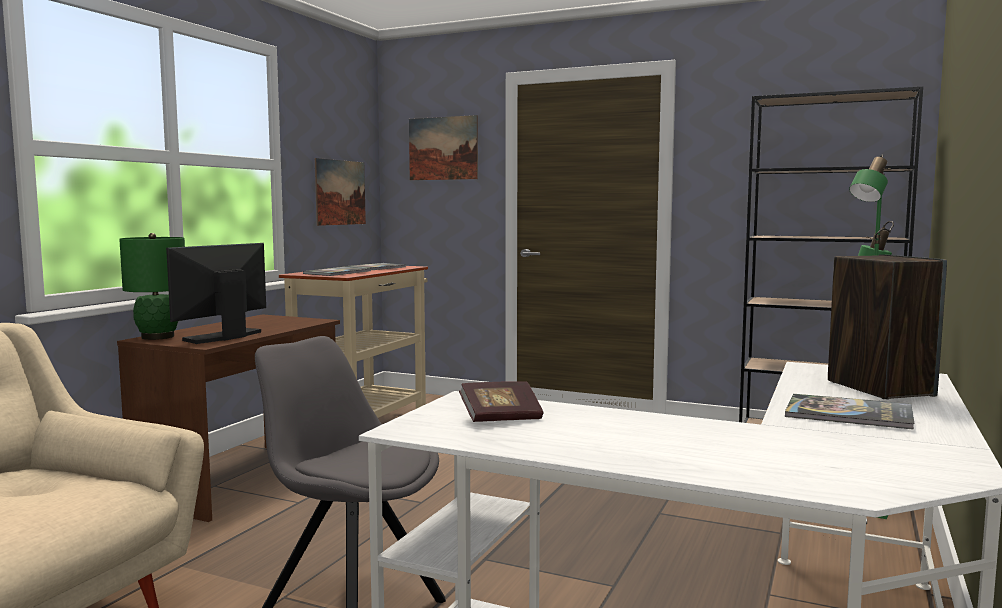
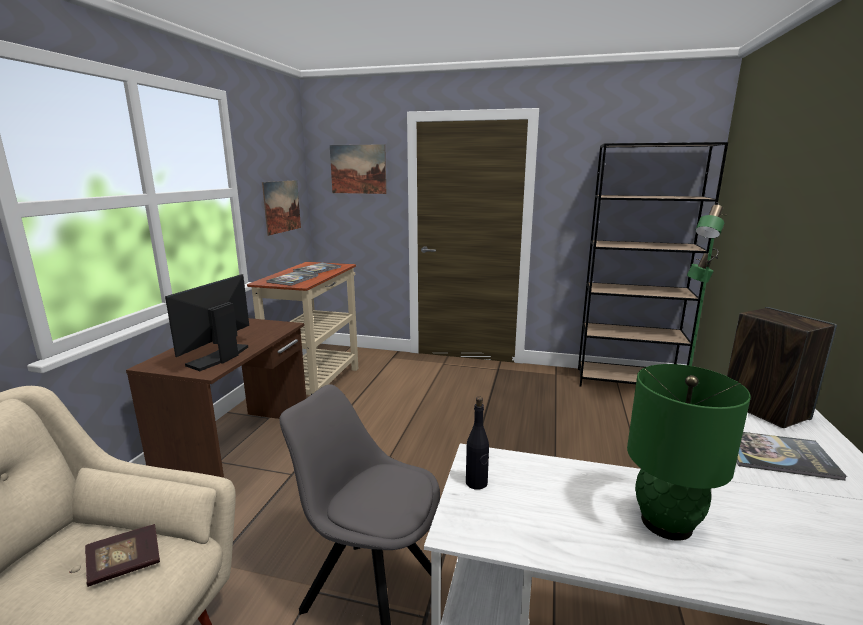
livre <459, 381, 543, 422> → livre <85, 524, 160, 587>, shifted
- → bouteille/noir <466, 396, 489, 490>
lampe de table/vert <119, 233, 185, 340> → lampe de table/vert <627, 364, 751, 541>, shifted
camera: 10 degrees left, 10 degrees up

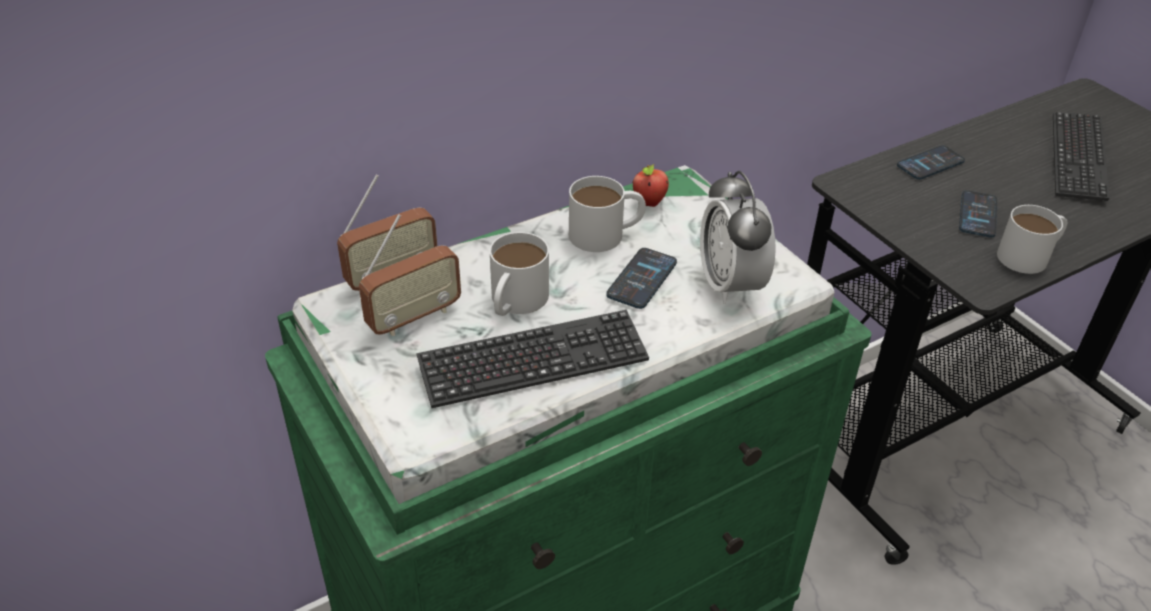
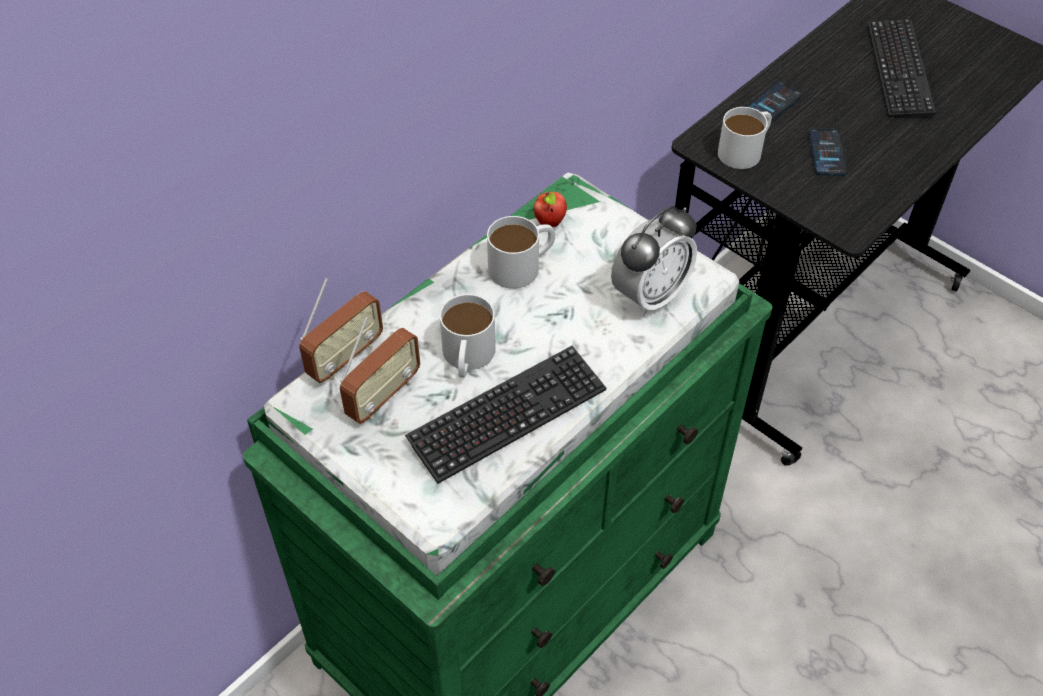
réveil <700, 171, 776, 304> → réveil <611, 206, 697, 316>, 105 degrees counterclockwise
mug/blanc <997, 205, 1067, 274> → mug/blanc <718, 107, 772, 169>, shifted
téléphone <606, 248, 677, 309> → -
camera: 15 degrees left, 10 degrees up

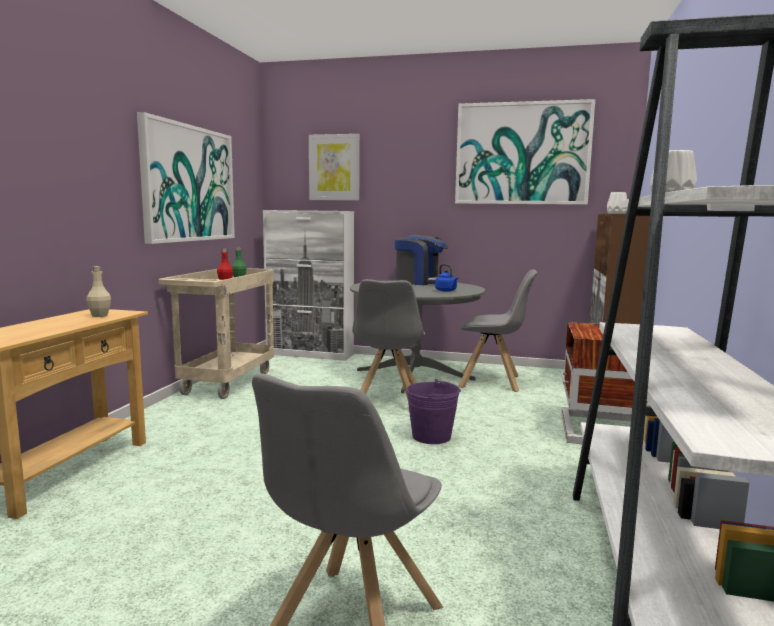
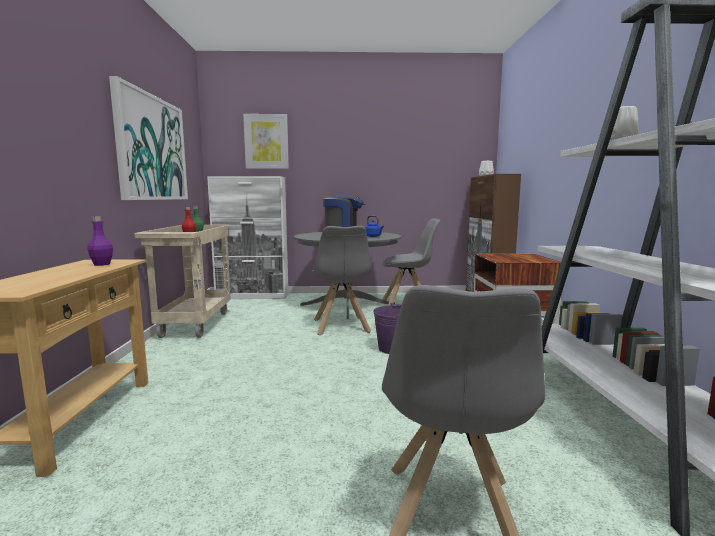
bouteille/beige <86, 266, 111, 317> → bouteille/violet <87, 216, 113, 266>
tableau <455, 99, 595, 205> → -
camera: 15 degrees left, 0 degrees up

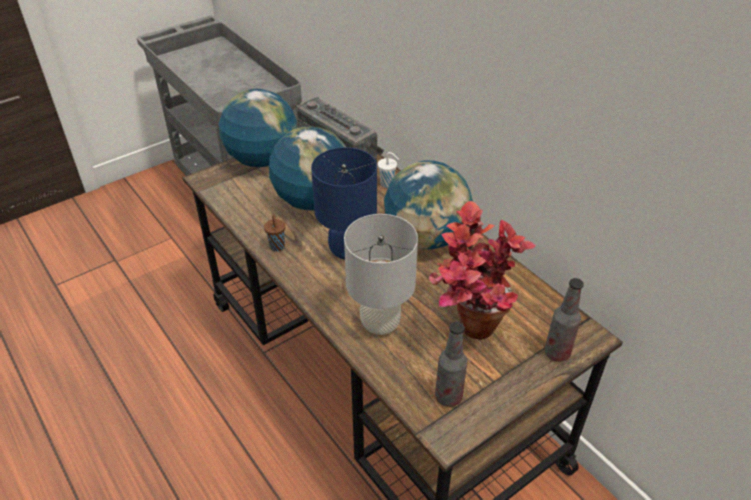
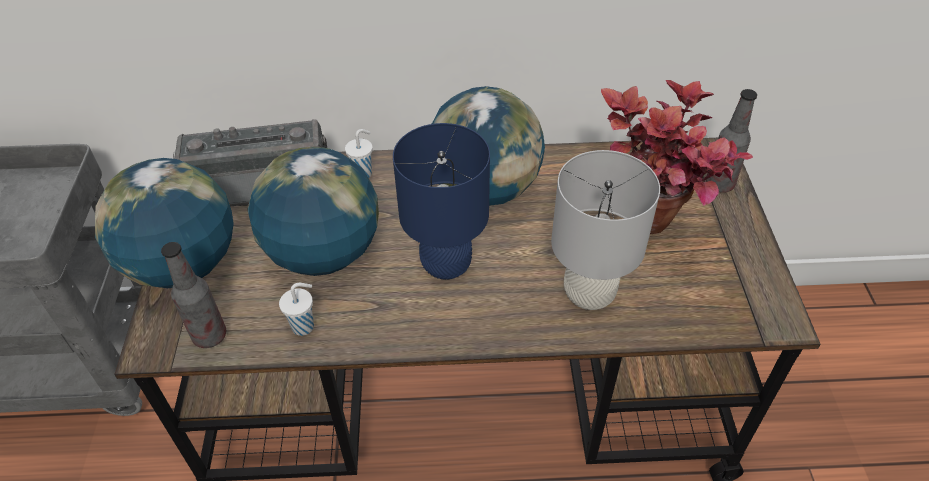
bouteille <435, 322, 467, 407> → bouteille <161, 242, 226, 348>, shifted
- → tasse/blanc <279, 283, 314, 336>
tasse/marron <264, 215, 286, 252> → -
camera: 55 degrees left, 5 degrees up

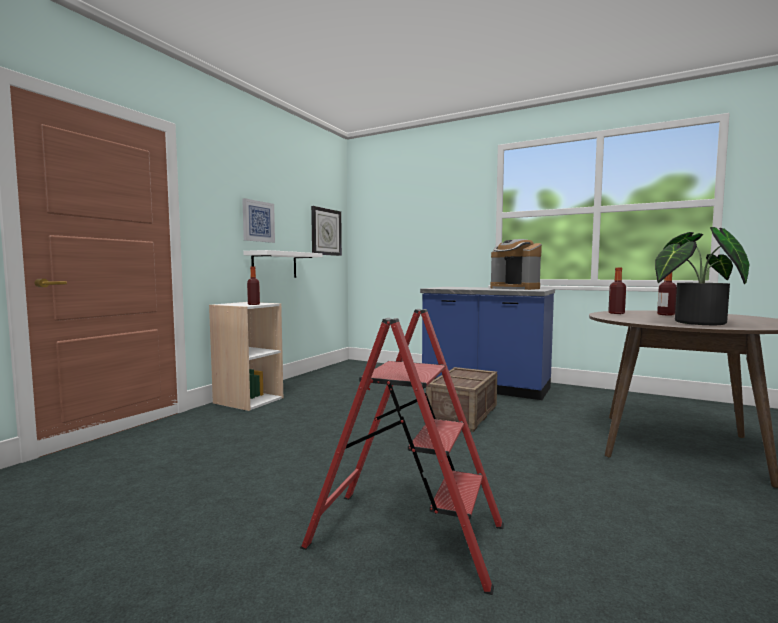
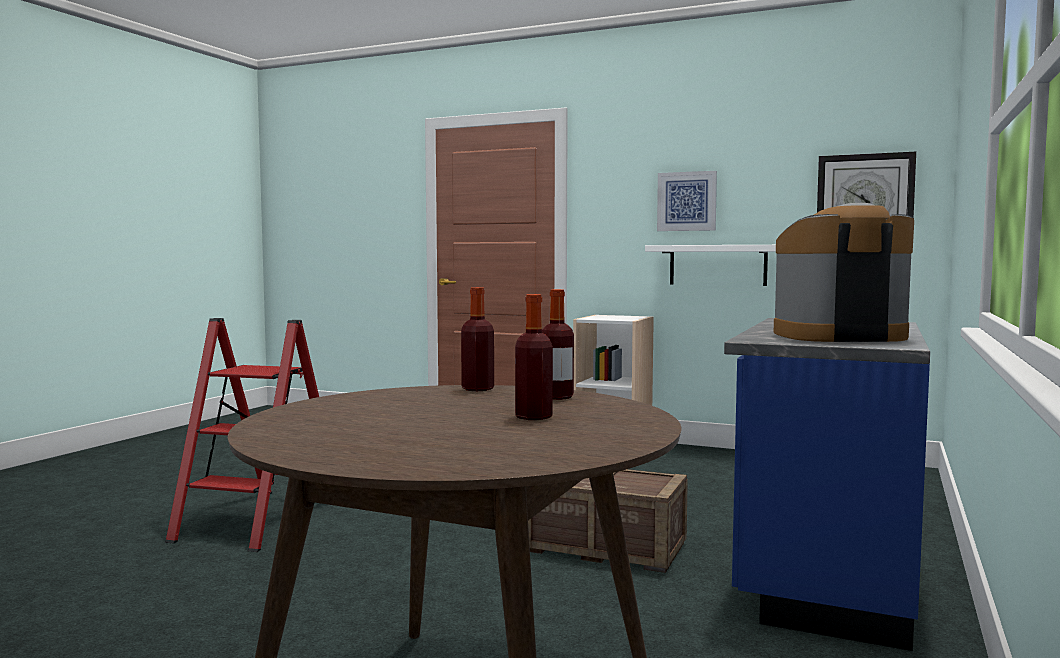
bouteille <247, 266, 260, 305> → bouteille <461, 287, 494, 391>, shifted
machine à café <490, 239, 542, 290> → machine à café <774, 203, 914, 342>, 45 degrees clockwise
plante en pot <655, 227, 749, 325> → -
camera: 85 degrees right, 0 degrees up

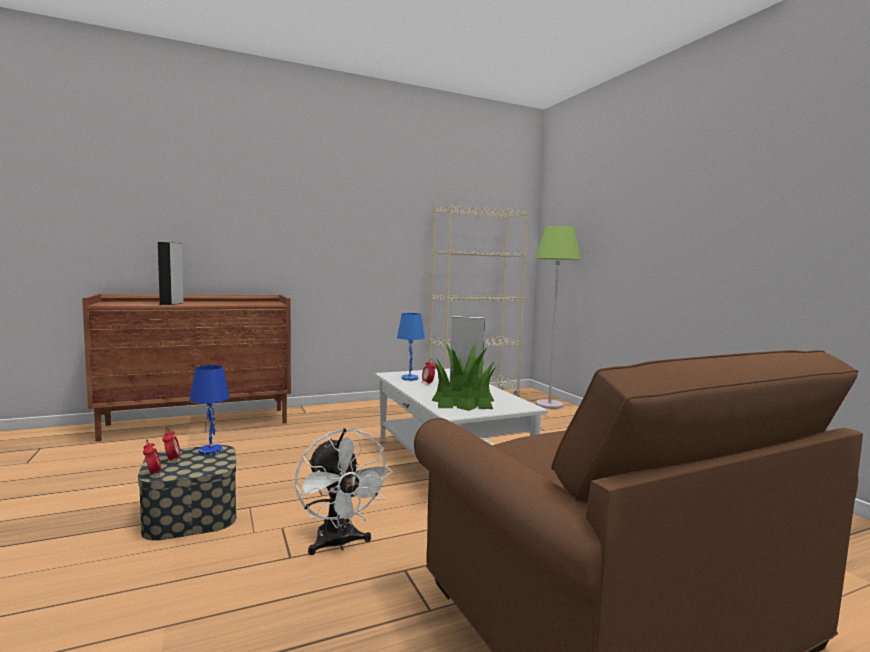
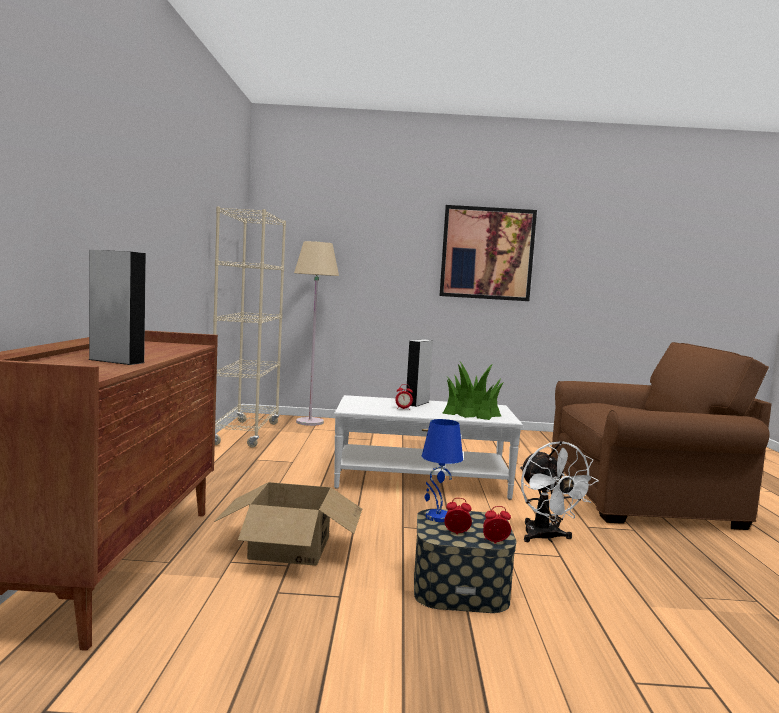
- → carton <214, 482, 362, 566>
lampadaire/vert <535, 226, 581, 409> → lampadaire/beige <294, 241, 339, 426>
- → tableau <439, 205, 537, 301>
ventilateur/blanc <295, 428, 393, 555> → ventilateur/blanc <520, 441, 599, 542>, 75 degrees clockwise
lampe de table/bleu <397, 313, 425, 381> → -
camera: 65 degrees left, 0 degrees up

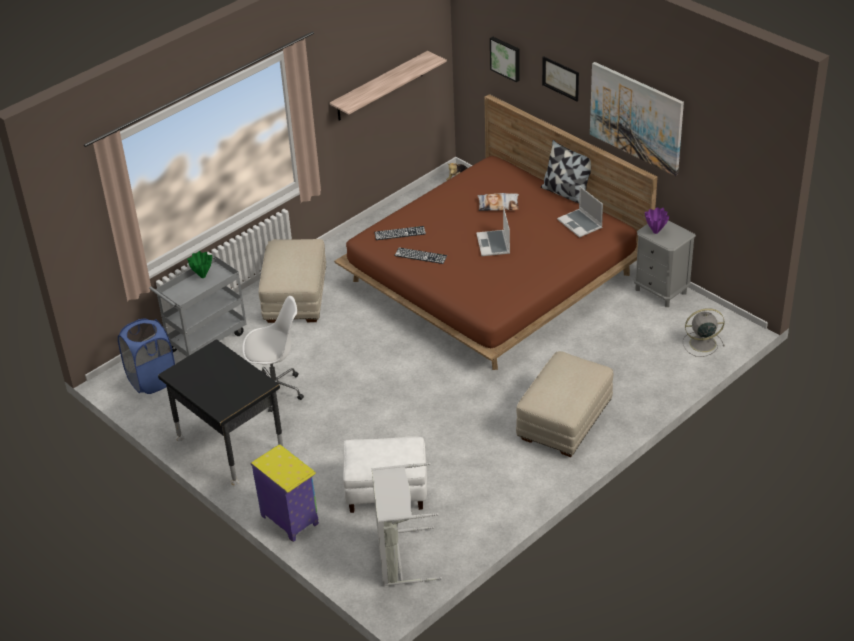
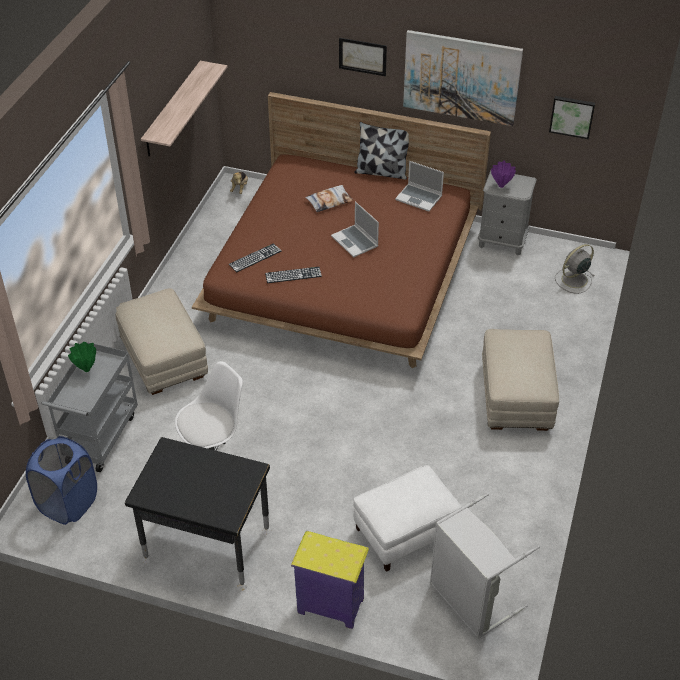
tableau <490, 37, 520, 83> → tableau <549, 96, 595, 139>, shifted
camera: 30 degrees left, 5 degrees up

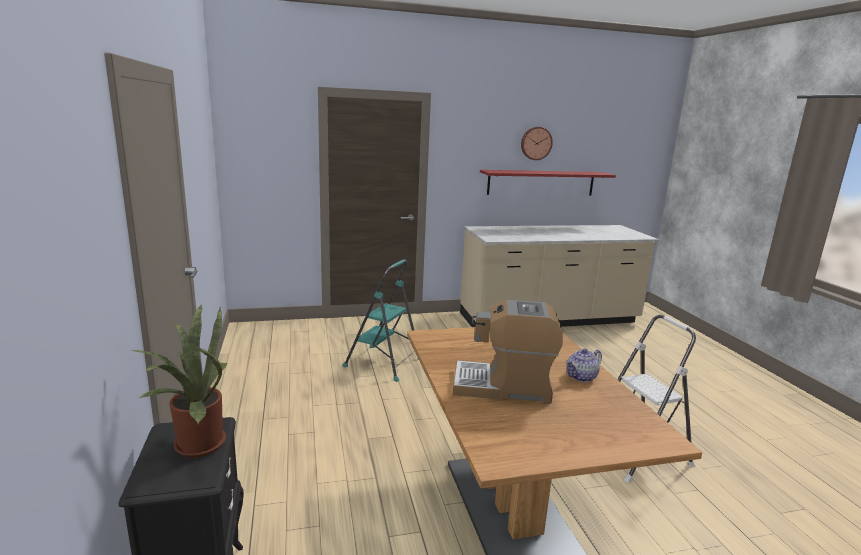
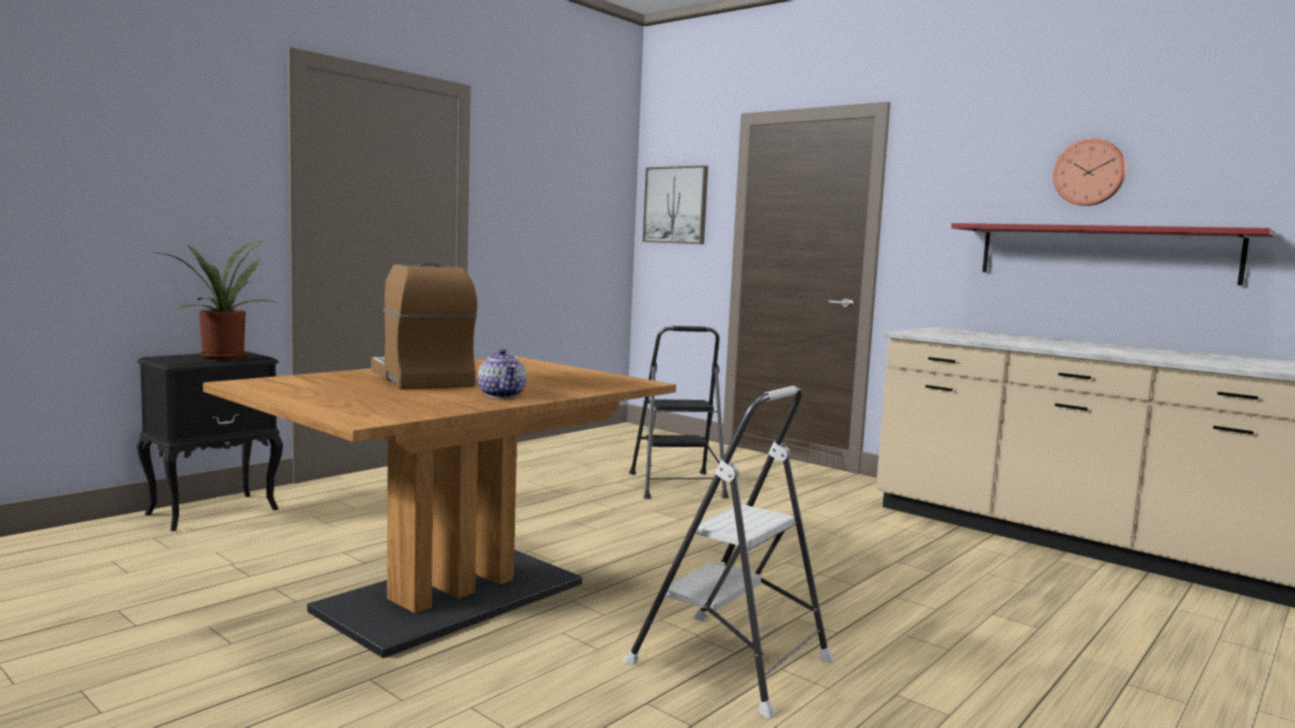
théière <566, 349, 602, 382> → théière <478, 349, 526, 398>, 135 degrees counterclockwise
escabeau/turquoise <342, 259, 419, 382> → escabeau/noir <629, 326, 729, 499>
- → tableau <643, 165, 708, 244>
camera: 55 degrees right, 10 degrees down

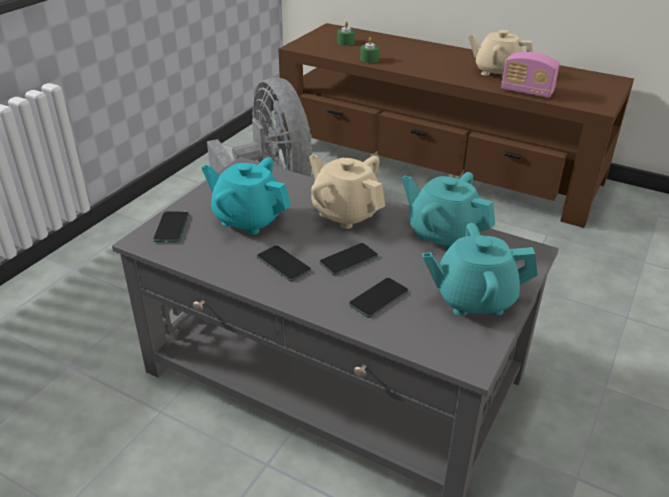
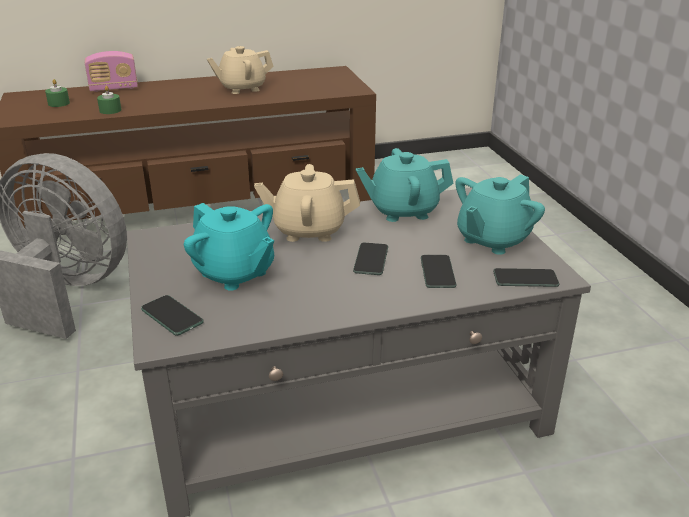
radio <501, 52, 560, 98> → radio <85, 51, 138, 92>, shifted
théière/turquoise <201, 157, 291, 235> → théière/turquoise <184, 203, 274, 291>, 120 degrees counterclockwise
téléphone <257, 246, 311, 281> → téléphone <493, 268, 559, 287>, shifted
camera: 45 degrees left, 5 degrees down

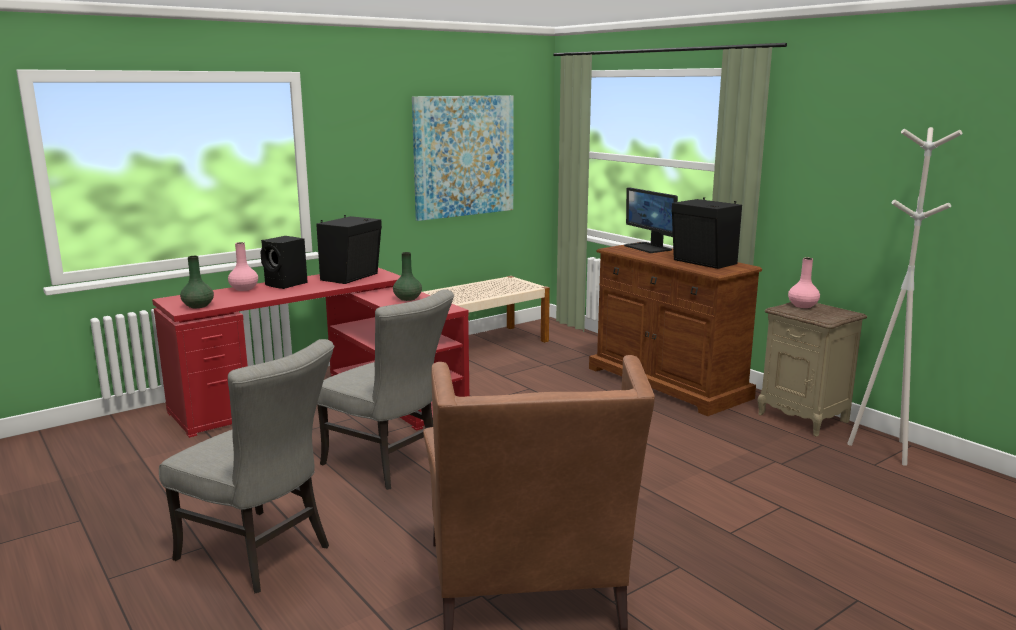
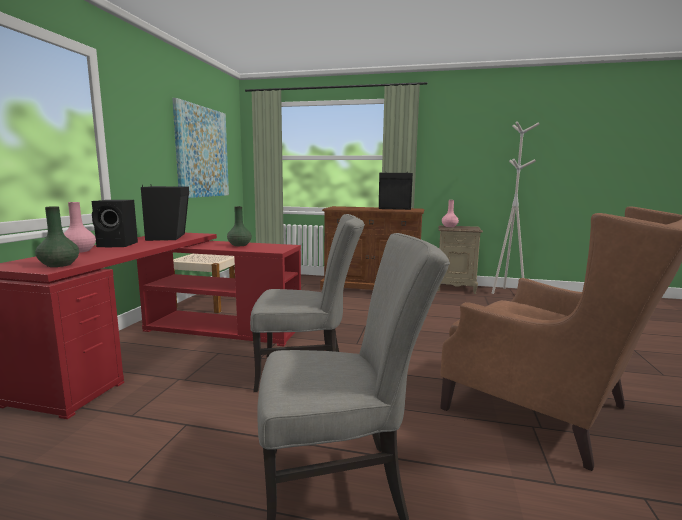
écran d'ordinateur <624, 187, 678, 253> → -
camera: 40 degrees left, 5 degrees down

